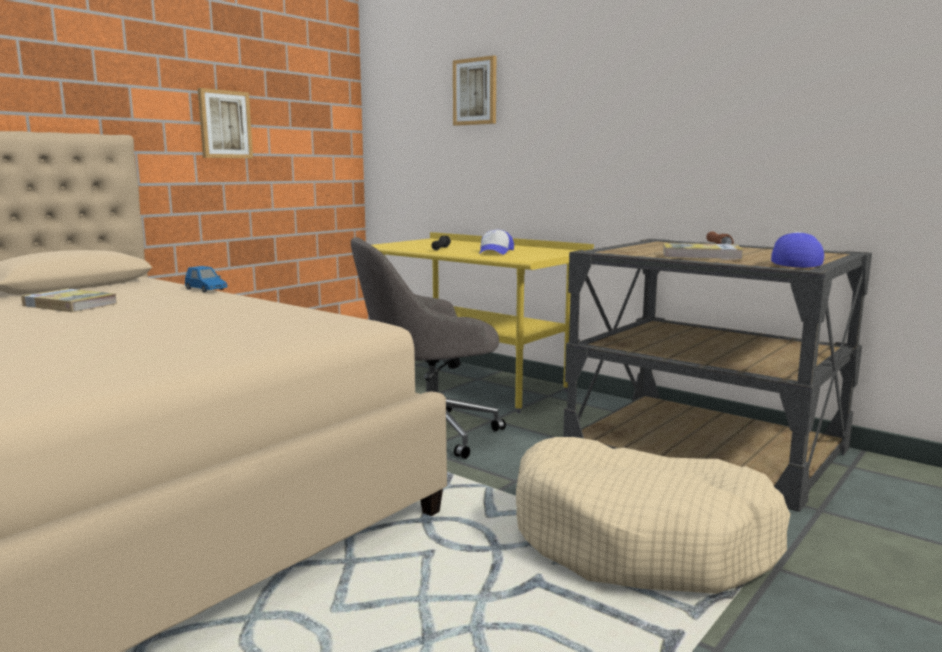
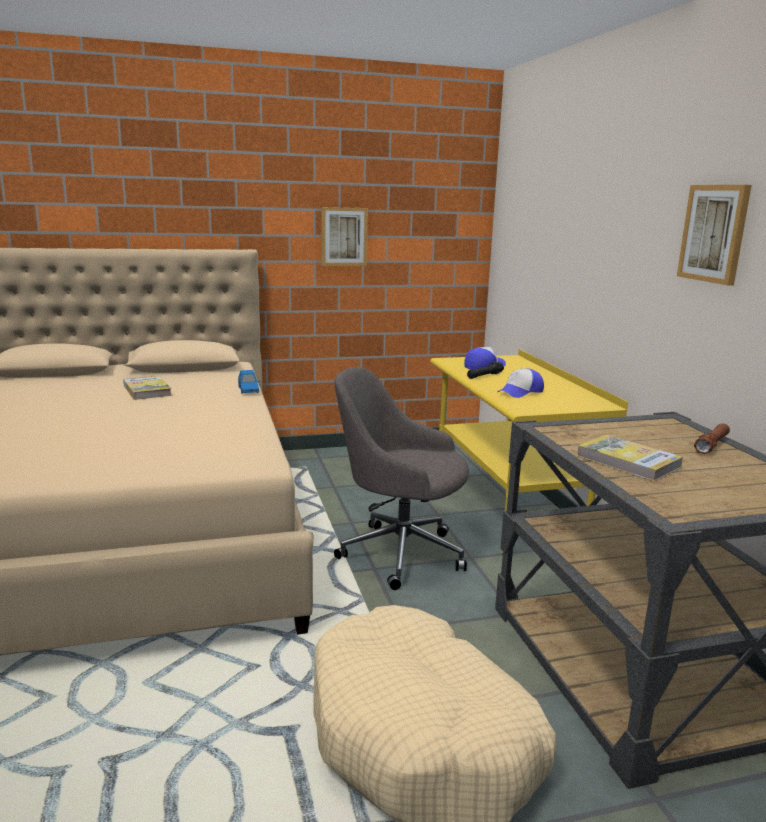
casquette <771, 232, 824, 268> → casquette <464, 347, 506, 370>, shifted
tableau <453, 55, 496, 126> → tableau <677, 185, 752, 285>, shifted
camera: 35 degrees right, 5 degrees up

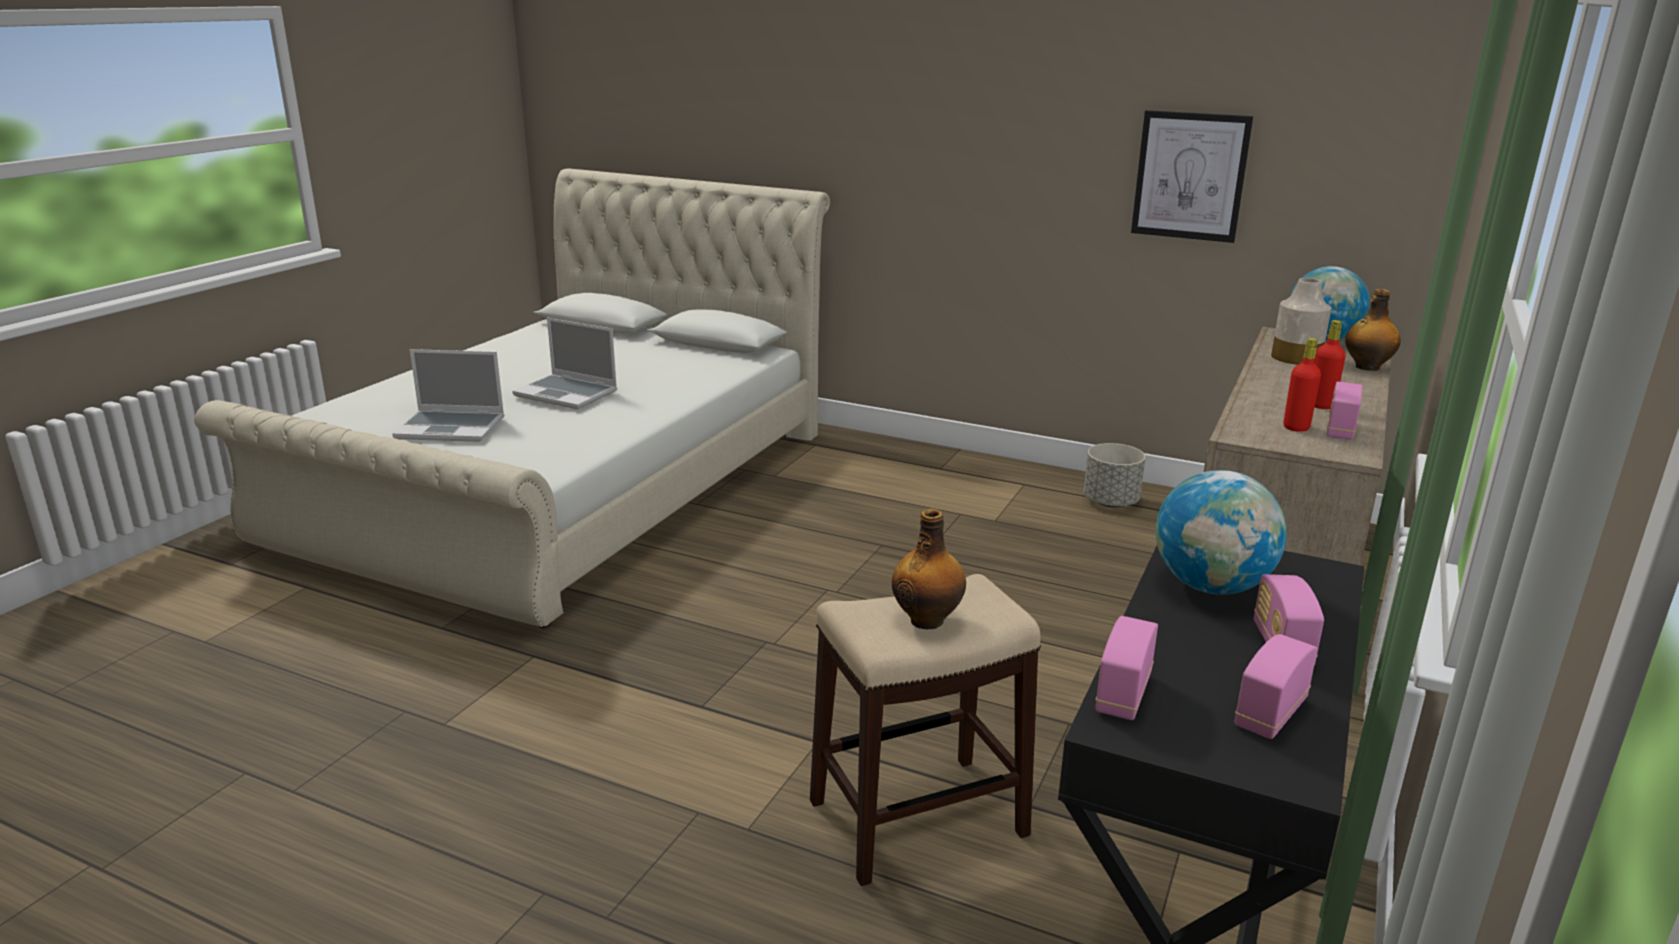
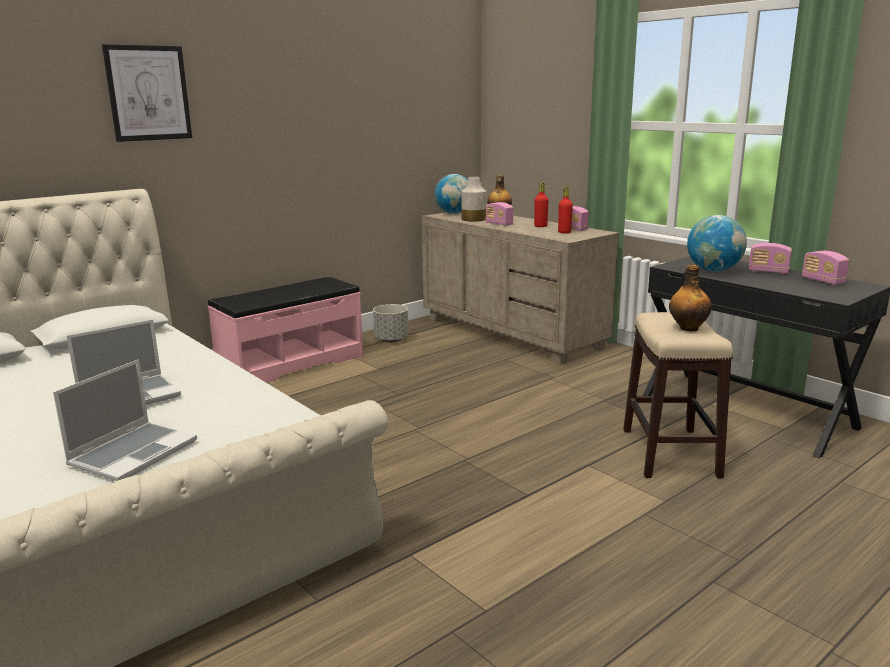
tableau <1131, 110, 1253, 243> → tableau <102, 44, 192, 142>, shifted
- → banc/rose <208, 277, 363, 383>
radio <1095, 616, 1158, 720> → radio <486, 202, 513, 226>, shifted
camera: 65 degrees left, 5 degrees down

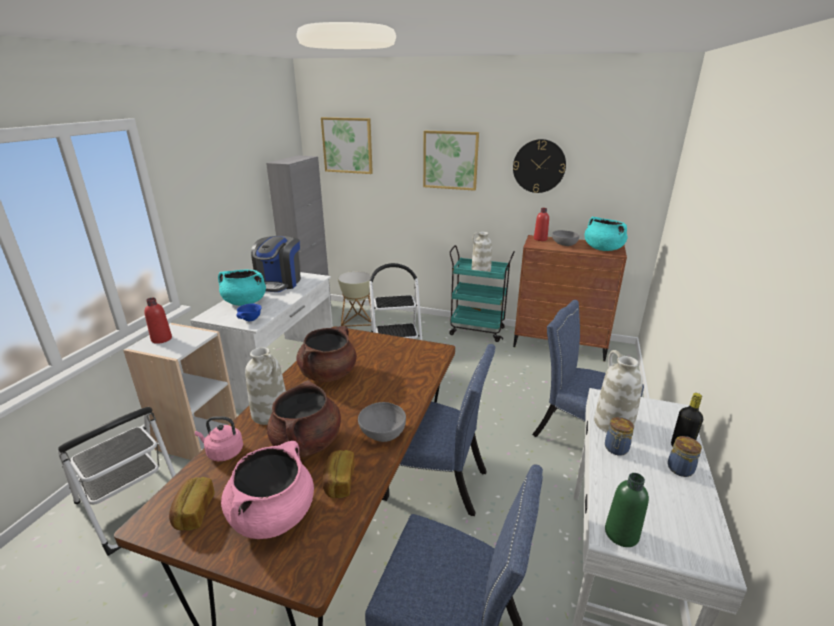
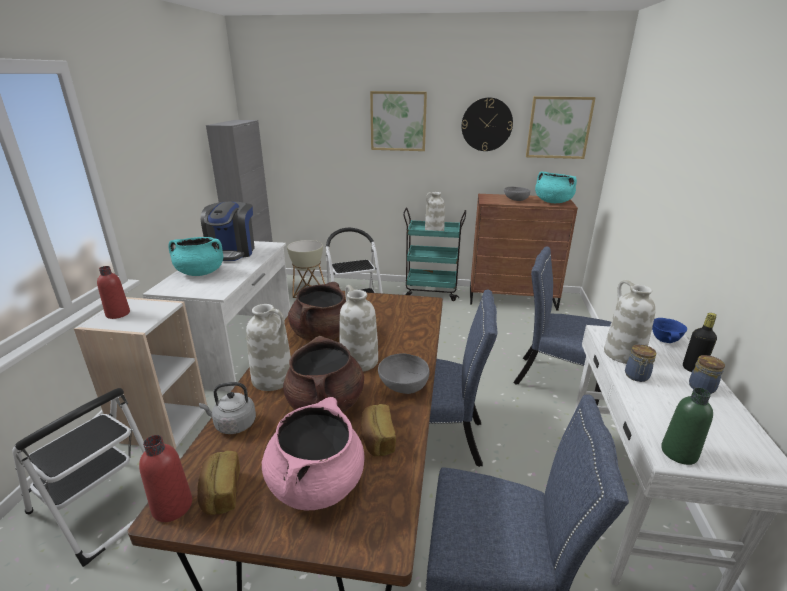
bouteille/rouge <534, 208, 549, 241> → bouteille/rouge <139, 435, 192, 522>, shifted
bouilloire/rose <195, 416, 243, 461> → bouilloire/gris <199, 382, 256, 434>
- → vase/blanc <340, 285, 378, 372>
tableau <321, 117, 373, 174> → tableau <526, 96, 596, 159>, shifted
bol/bleu <236, 303, 261, 321> → bol/bleu <652, 318, 687, 343>, shifted
camera: 10 degrees left, 0 degrees up

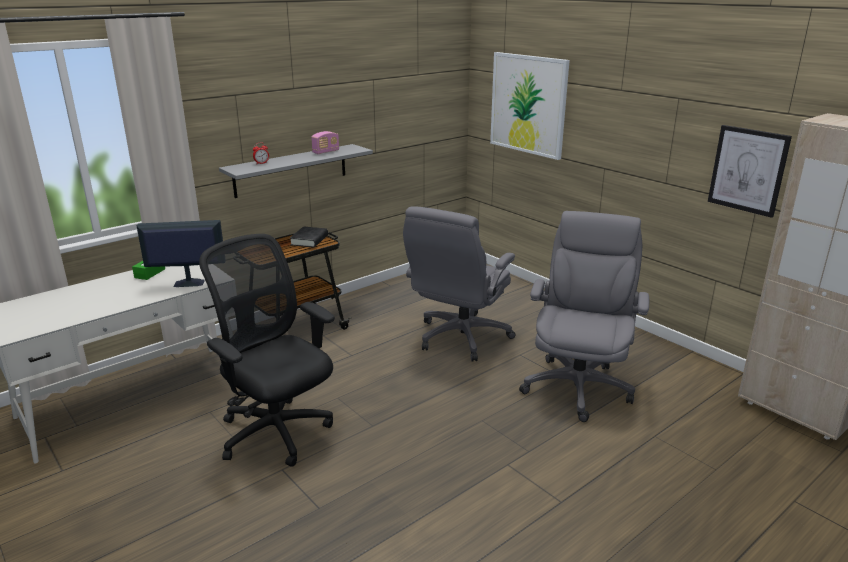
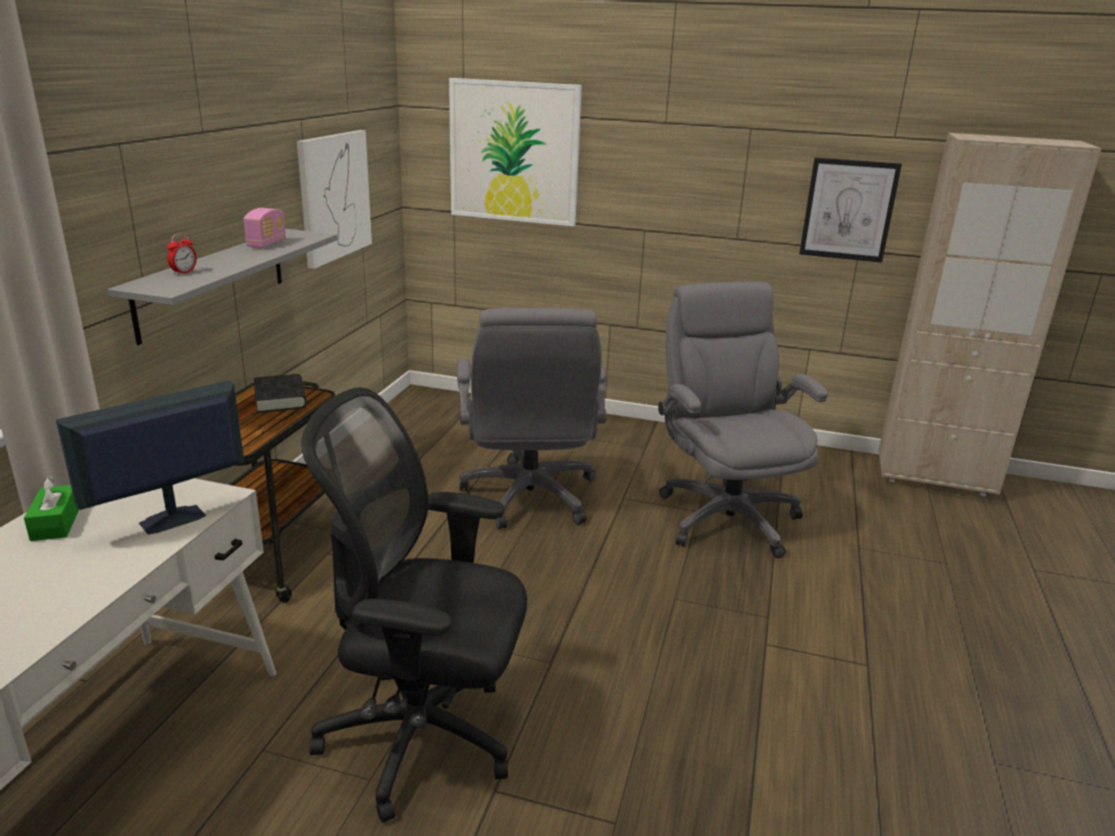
- → tableau <297, 130, 372, 269>
camera: 35 degrees left, 0 degrees up

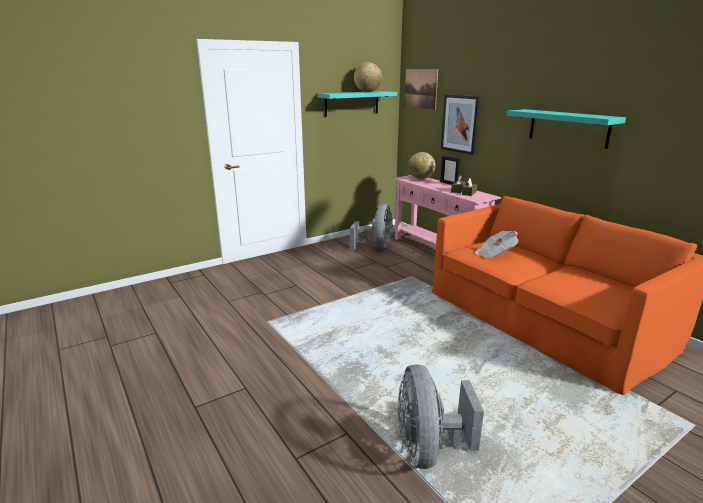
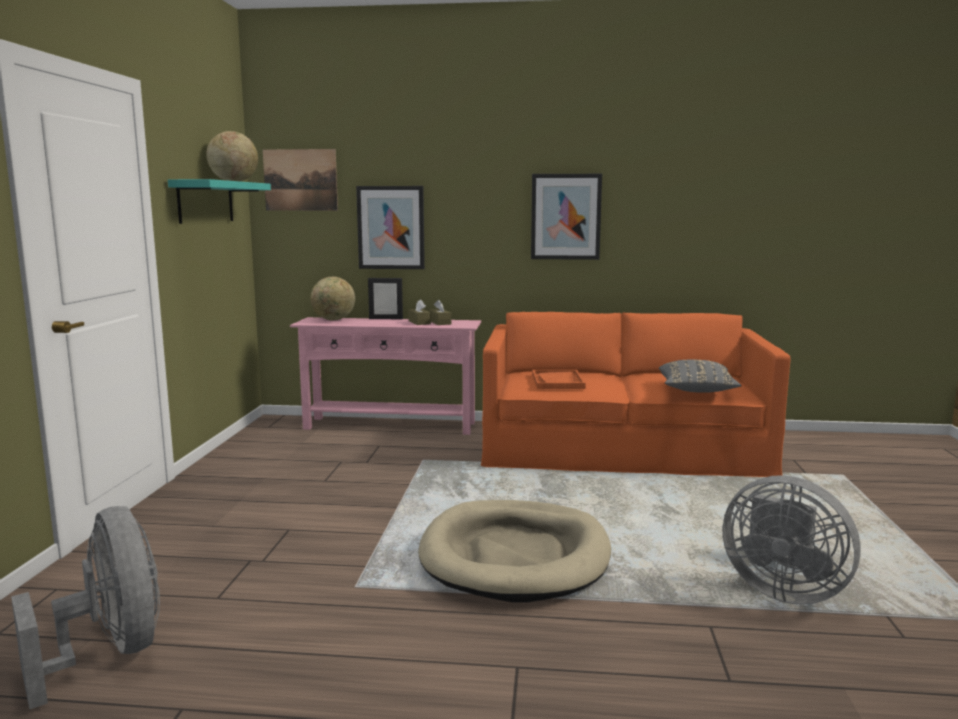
ventilateur/gris <350, 204, 393, 251> → ventilateur/gris <11, 506, 160, 710>, shifted
- → panier pour chien/beige <418, 500, 611, 602>
étagère/turquoise <507, 109, 626, 149> → tableau <531, 174, 602, 260>
journal <475, 231, 519, 258> → plateau/orange <532, 370, 586, 389>
- → coussin/gris <659, 360, 741, 393>
camera: 50 degrees left, 10 degrees down

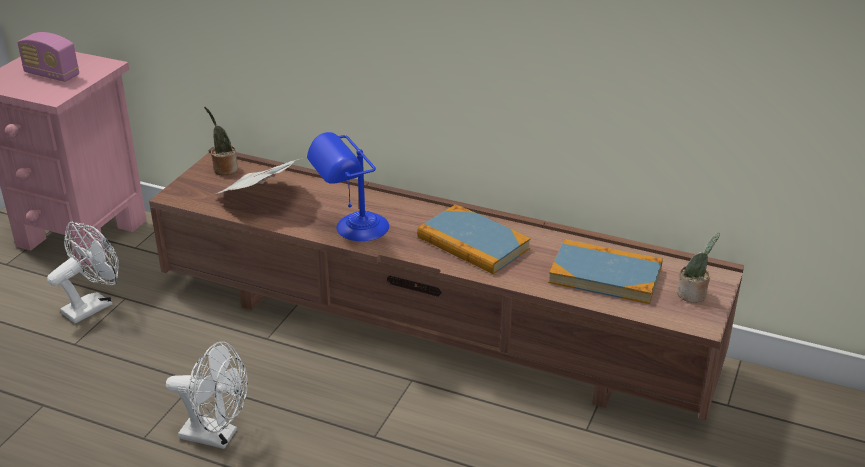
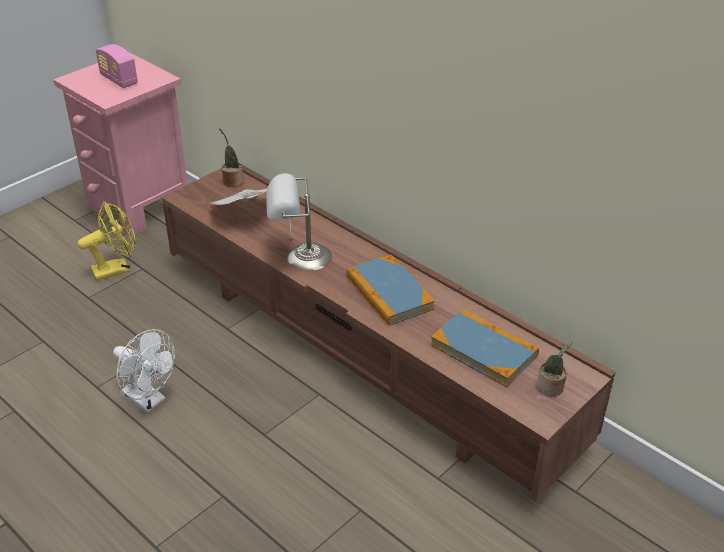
ventilateur/blanc <47, 222, 119, 323> → ventilateur/jaune <78, 201, 135, 281>
lampe de table/bleu <307, 132, 389, 241> → lampe de table/blanc <266, 173, 332, 271>
camera: 20 degrees right, 5 degrees up

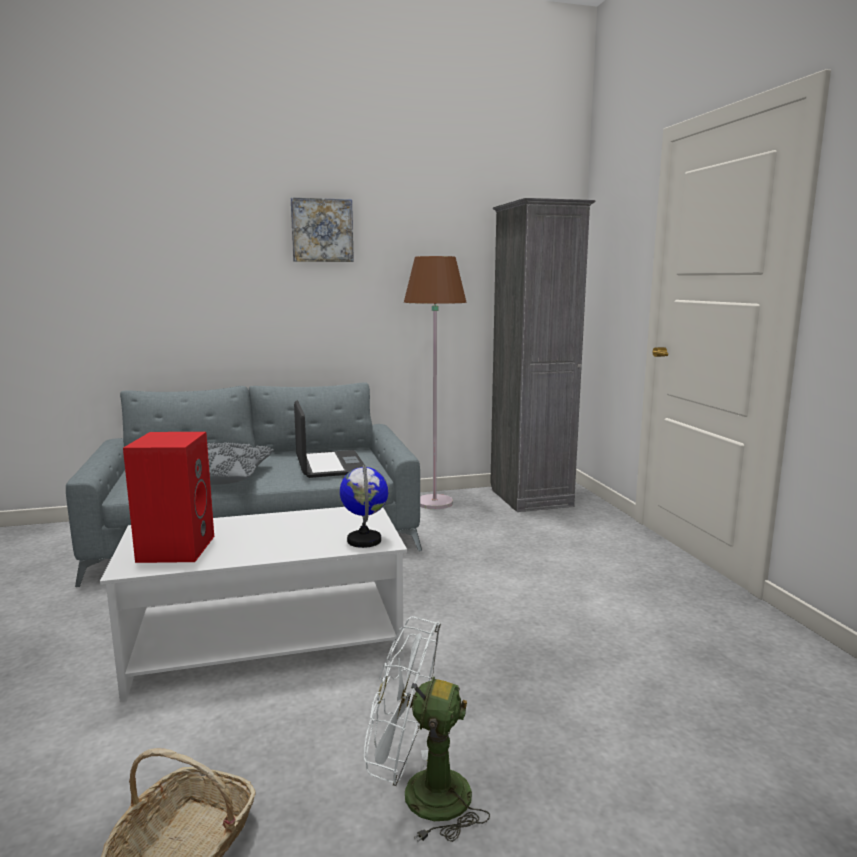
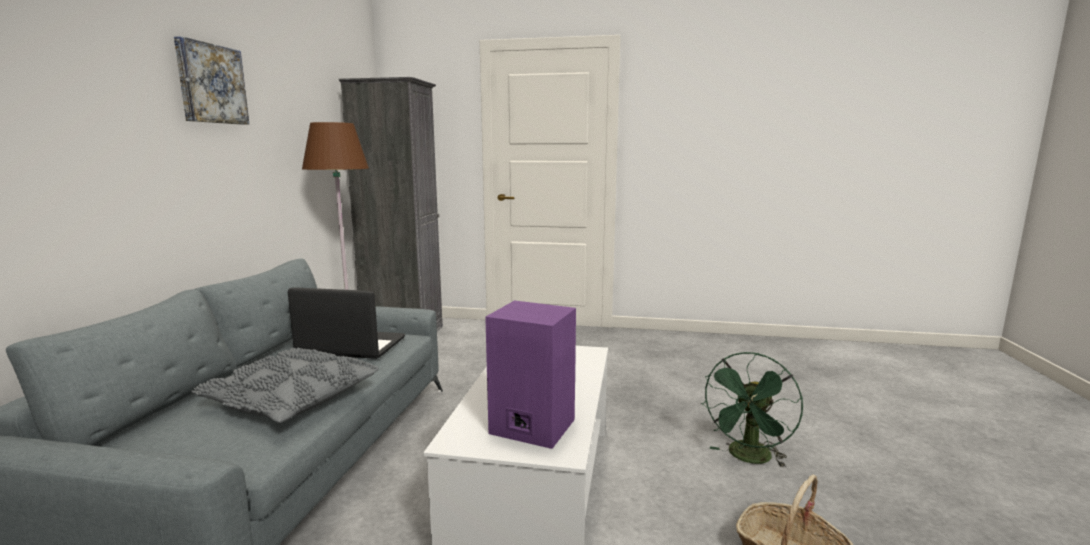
enceinte/rouge <123, 432, 214, 563> → enceinte/violet <485, 300, 576, 449>
ventilateur/blanc <364, 616, 490, 842> → ventilateur/vert <701, 352, 803, 468>
globe <340, 465, 389, 548> → -
camera: 65 degrees left, 0 degrees up

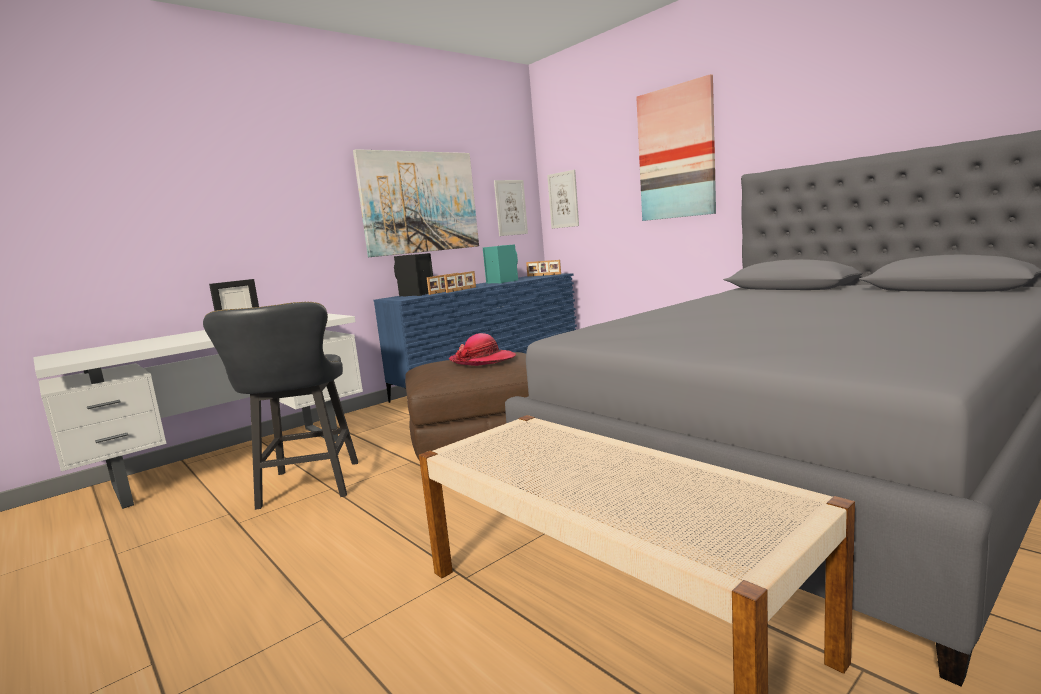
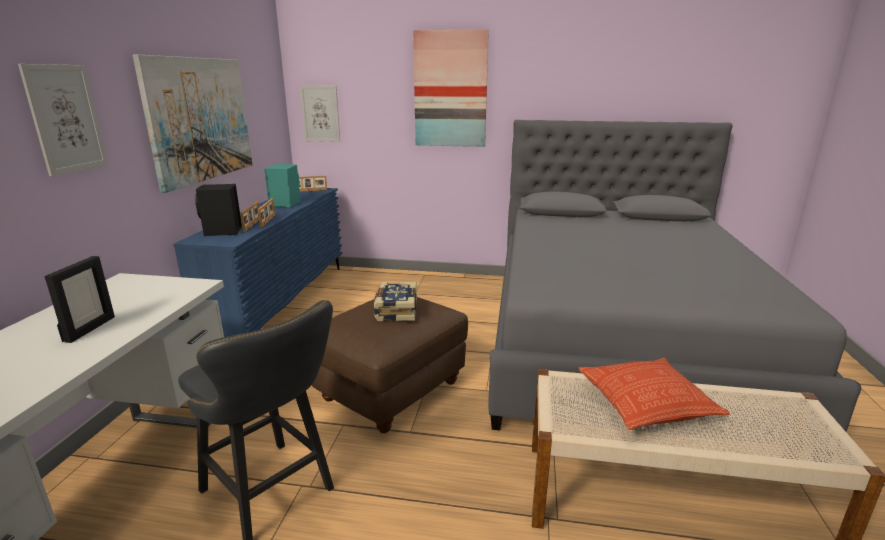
tableau <494, 180, 528, 236> → tableau <18, 64, 108, 176>, shifted
chapeau <449, 333, 516, 366> → livre <374, 282, 417, 321>
- → coussin/orange <579, 358, 729, 430>
camera: 40 degrees left, 10 degrees up

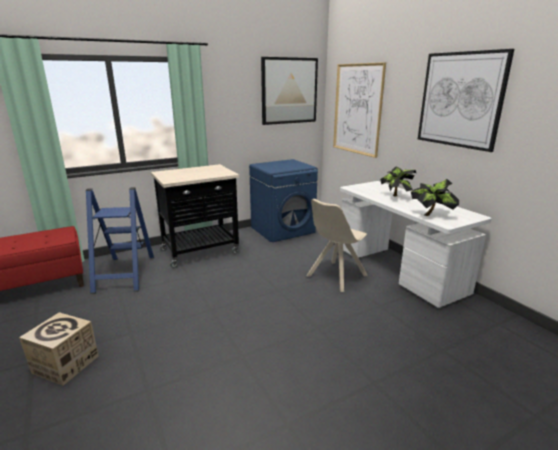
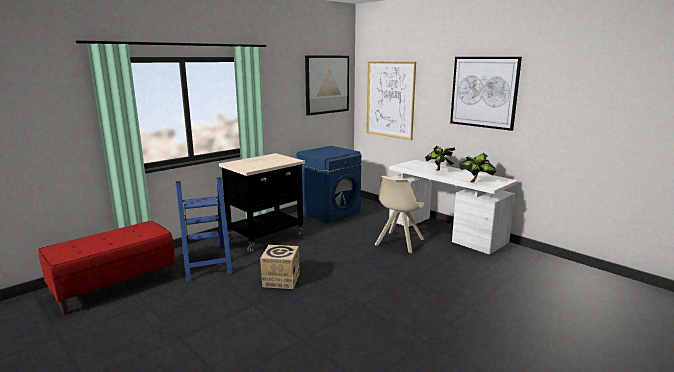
carton <19, 312, 99, 386> → carton <260, 245, 299, 289>, shifted
camera: 15 degrees left, 5 degrees down

